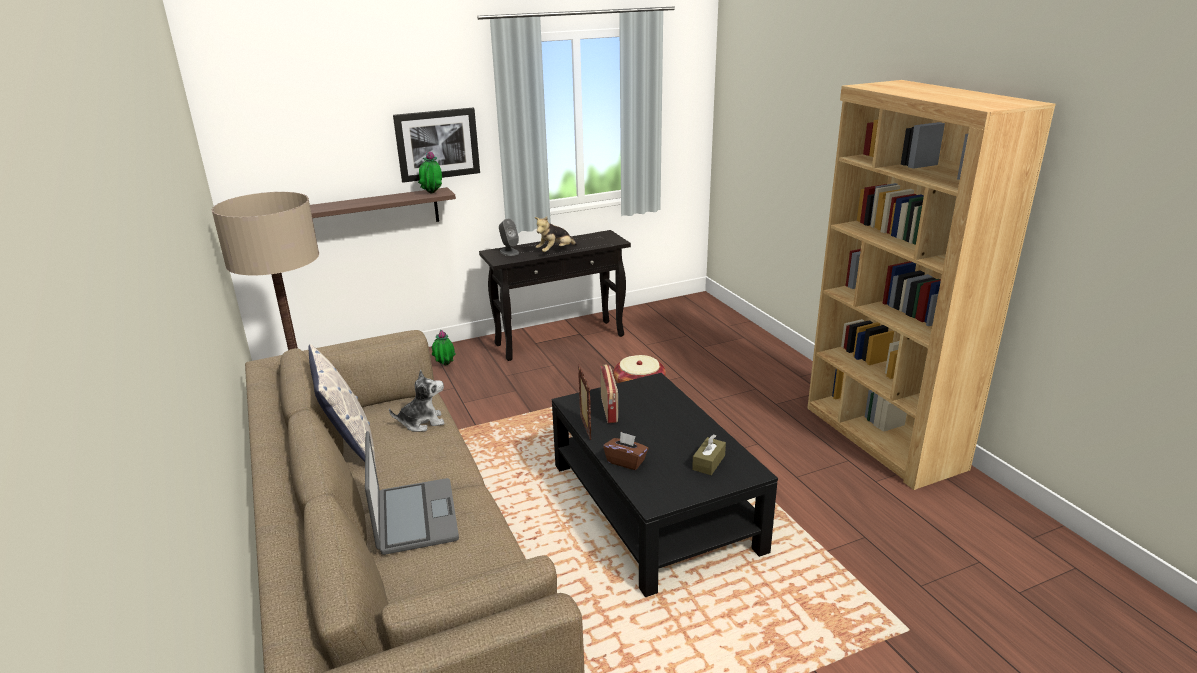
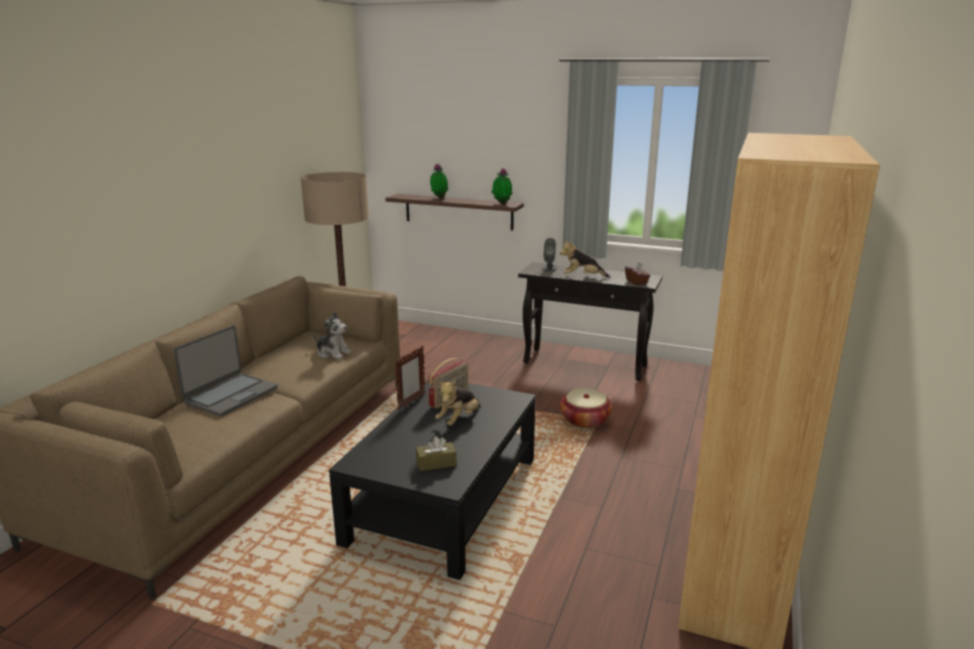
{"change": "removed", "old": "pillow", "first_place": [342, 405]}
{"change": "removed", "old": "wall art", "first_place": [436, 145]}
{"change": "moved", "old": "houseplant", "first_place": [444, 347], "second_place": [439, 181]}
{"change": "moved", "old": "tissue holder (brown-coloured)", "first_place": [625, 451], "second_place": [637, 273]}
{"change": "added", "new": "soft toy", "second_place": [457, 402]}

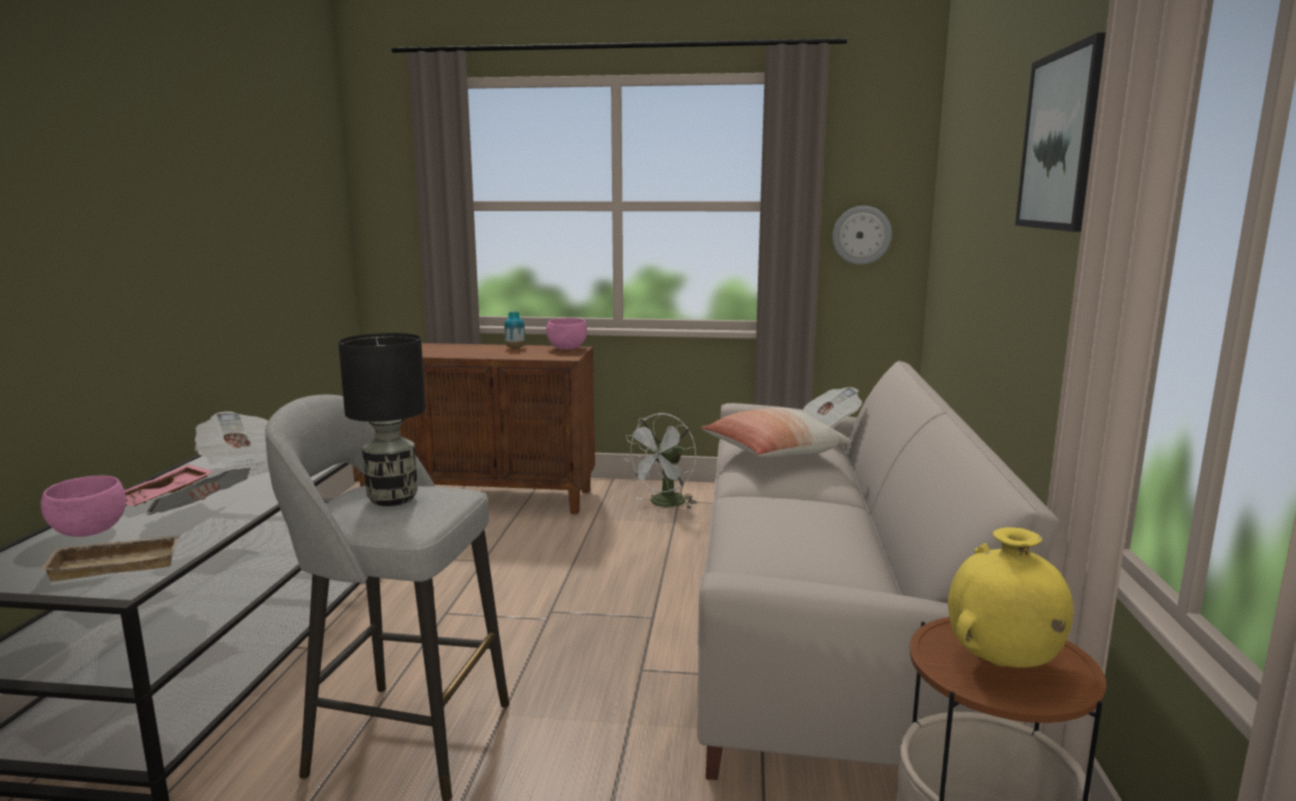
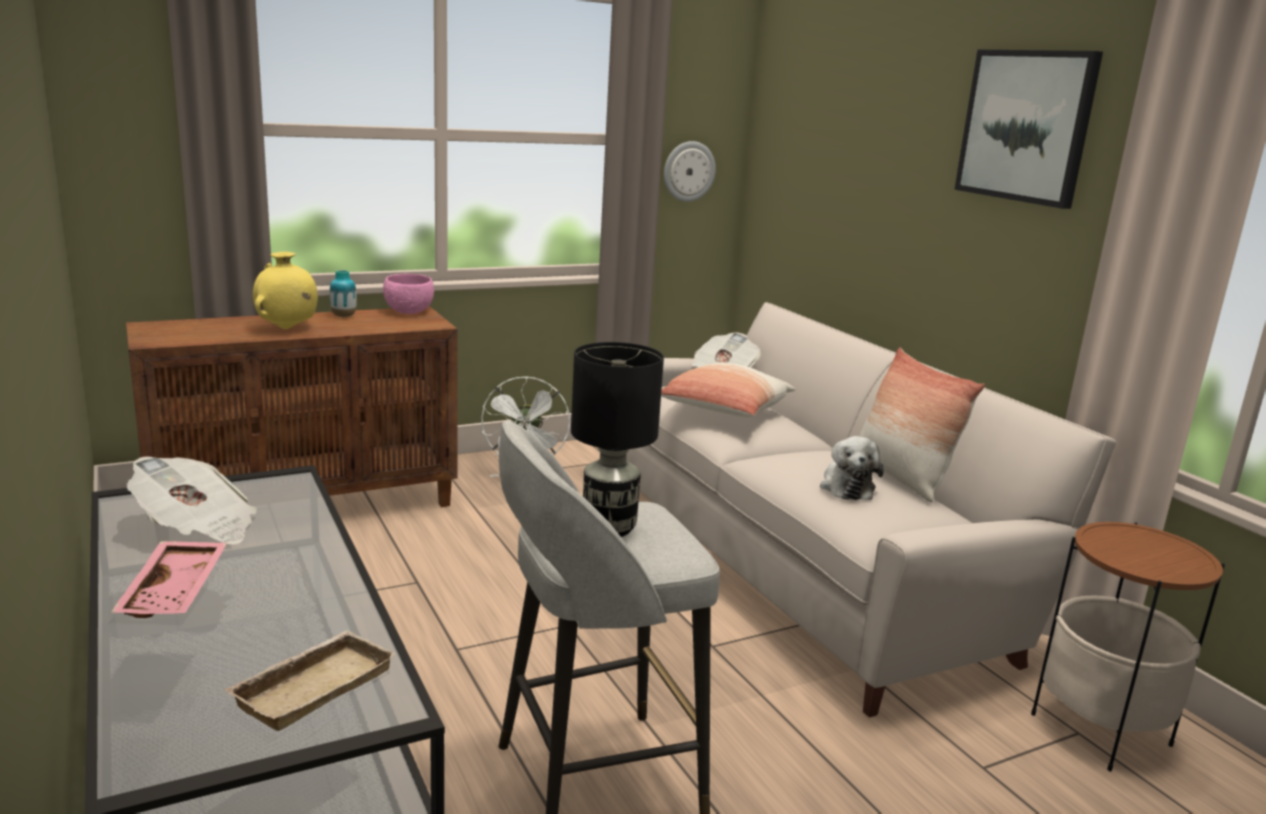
{"change": "removed", "old": "serving bowl (pinkish)", "first_place": [83, 506]}
{"change": "removed", "old": "newspaper", "first_place": [199, 491]}
{"change": "moved", "old": "vase (yellow-coloured)", "first_place": [1010, 597], "second_place": [285, 290]}
{"change": "added", "new": "soft toy", "second_place": [852, 468]}
{"change": "added", "new": "pillow", "second_place": [922, 424]}

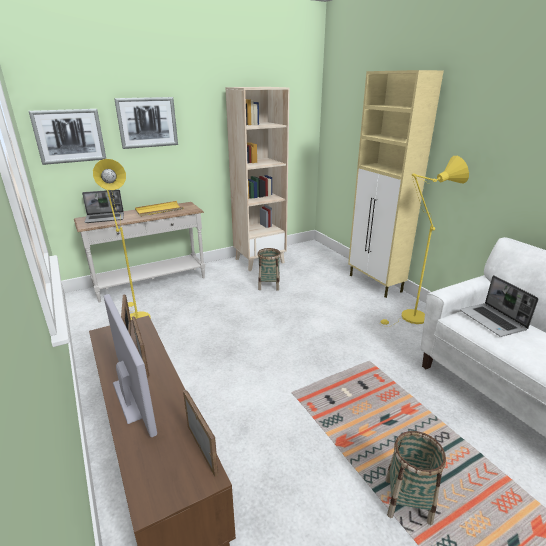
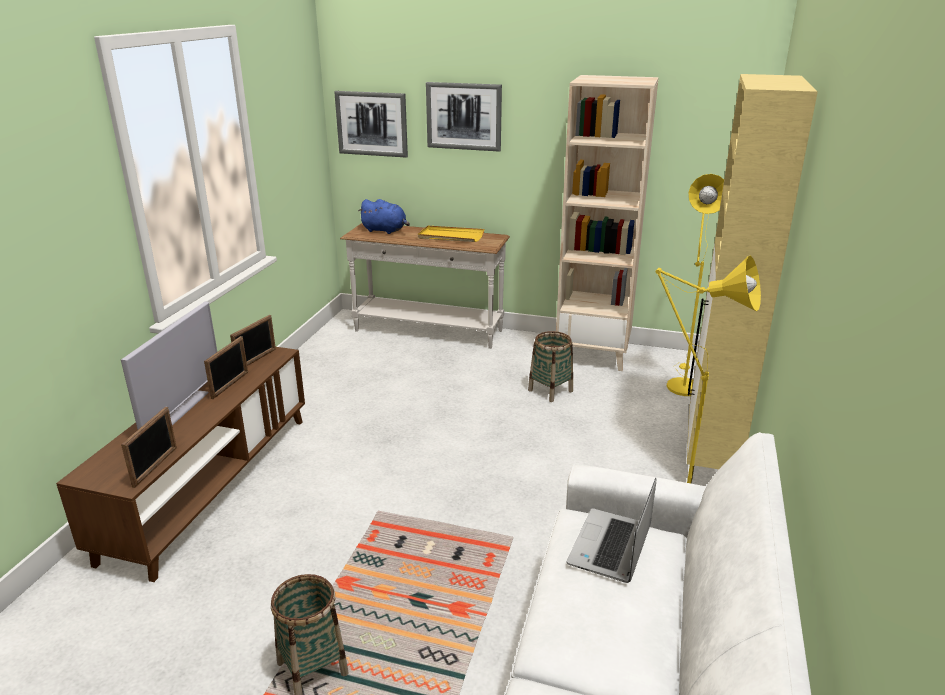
{"change": "replaced", "old": "laptop", "new": "soft toy (blue-coloured)", "first_place": [103, 206], "second_place": [384, 216]}
{"change": "moved", "old": "standing lamp (yellow-coloured)", "first_place": [122, 239], "second_place": [695, 285]}

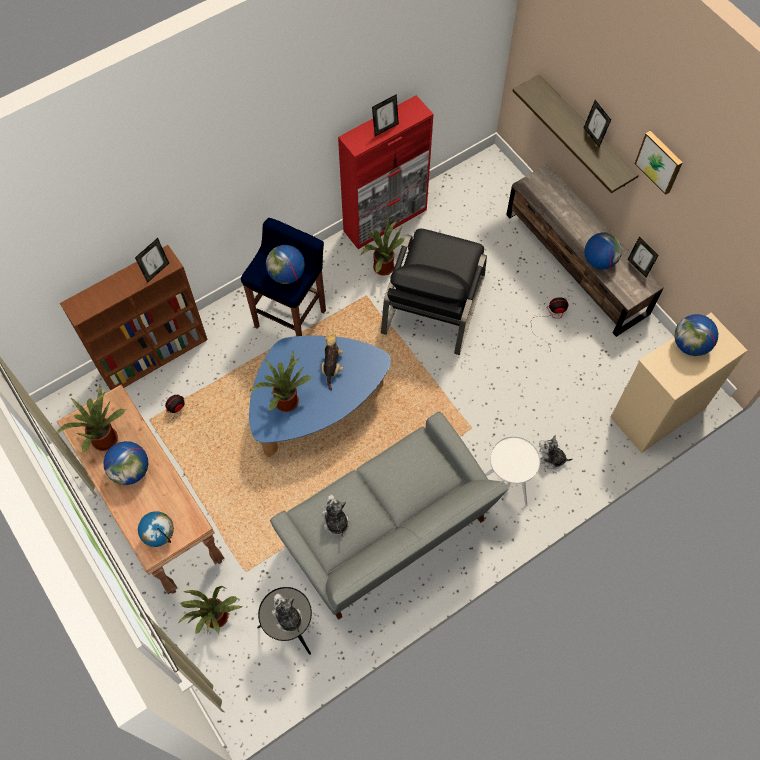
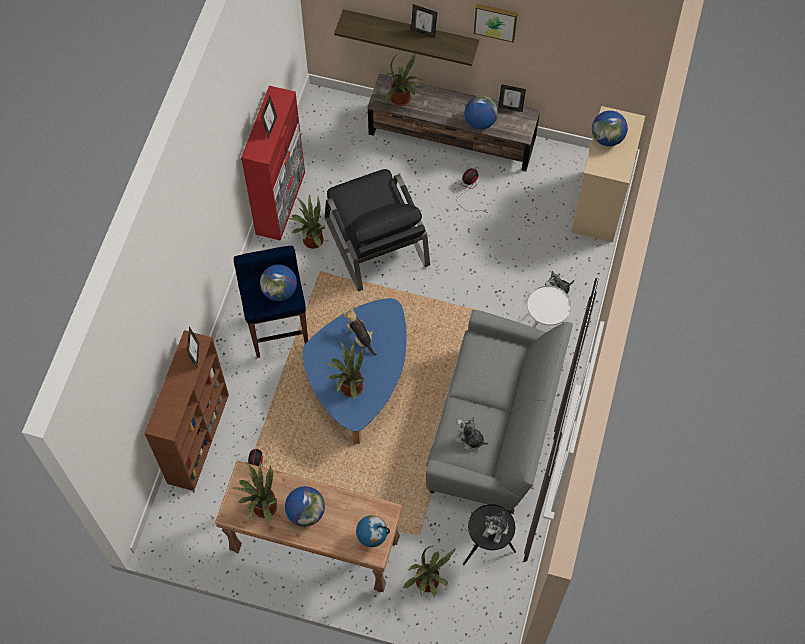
{"change": "turned", "old": "soft toy", "first_place": [287, 613], "second_place": [495, 525], "degrees": -75}
{"change": "added", "new": "houseplant", "second_place": [404, 79]}

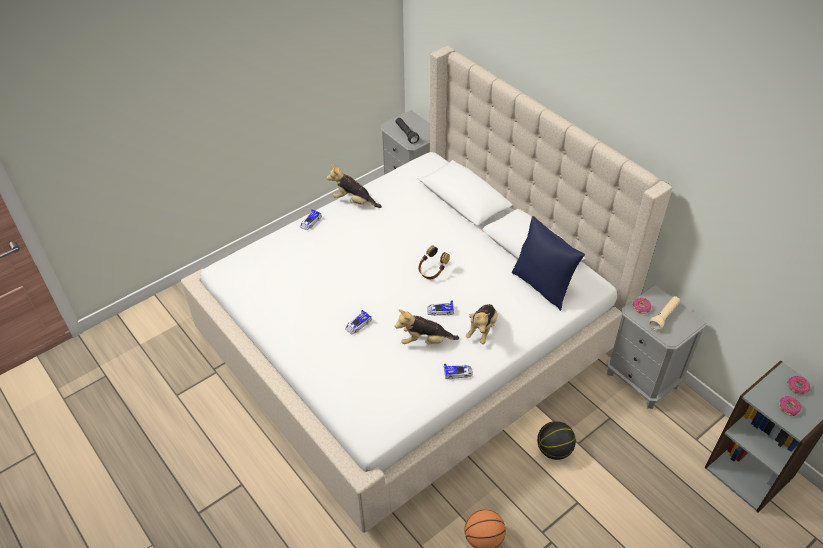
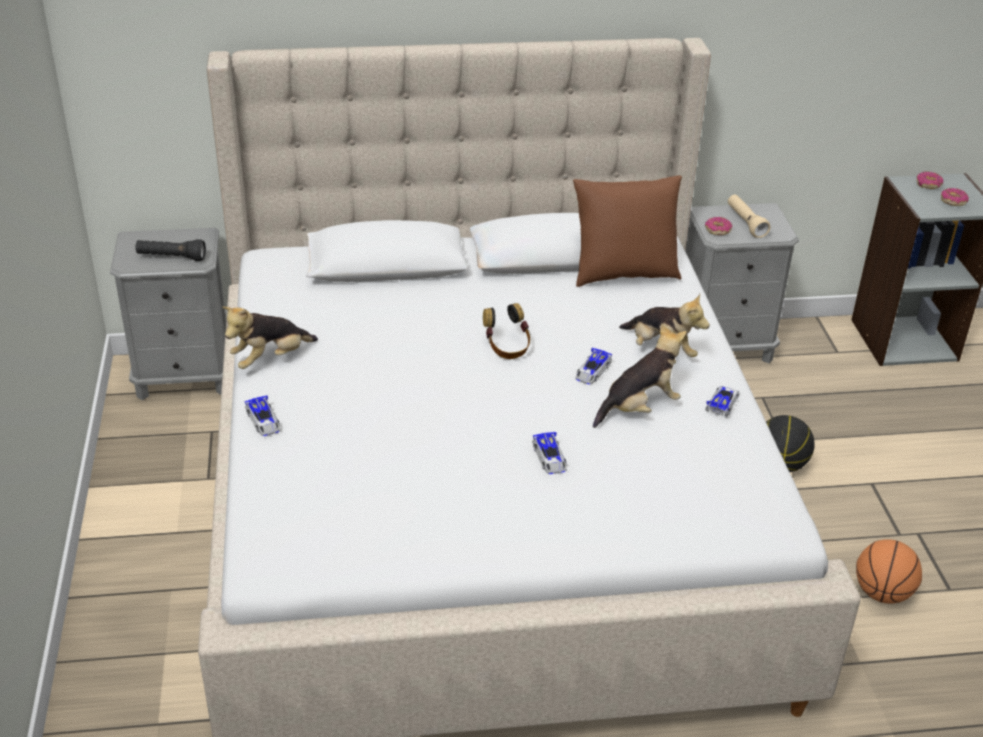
{"change": "turned", "old": "soft toy", "first_place": [427, 326], "second_place": [639, 375], "degrees": -150}
{"change": "recoloured", "old": "pillow (blue-coloured)", "new": "pillow (brown-coloured)", "first_place": [548, 263], "second_place": [627, 231]}

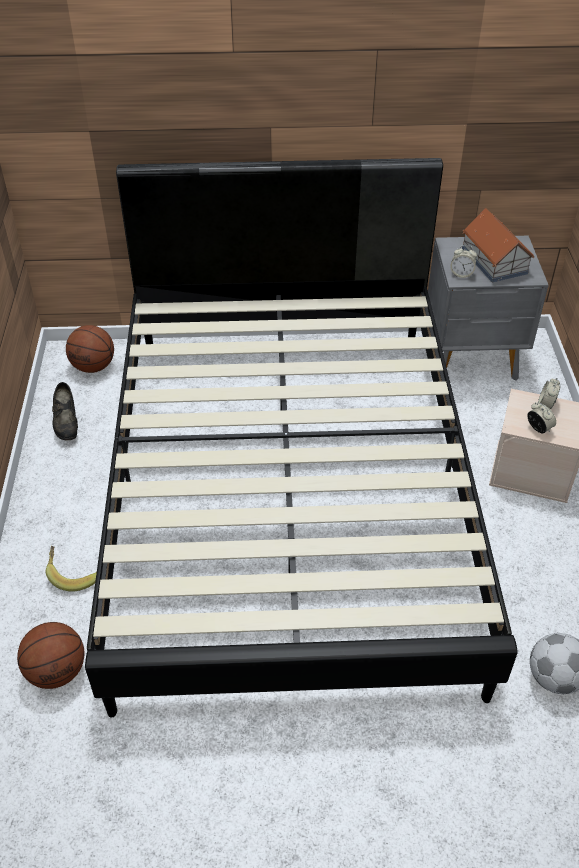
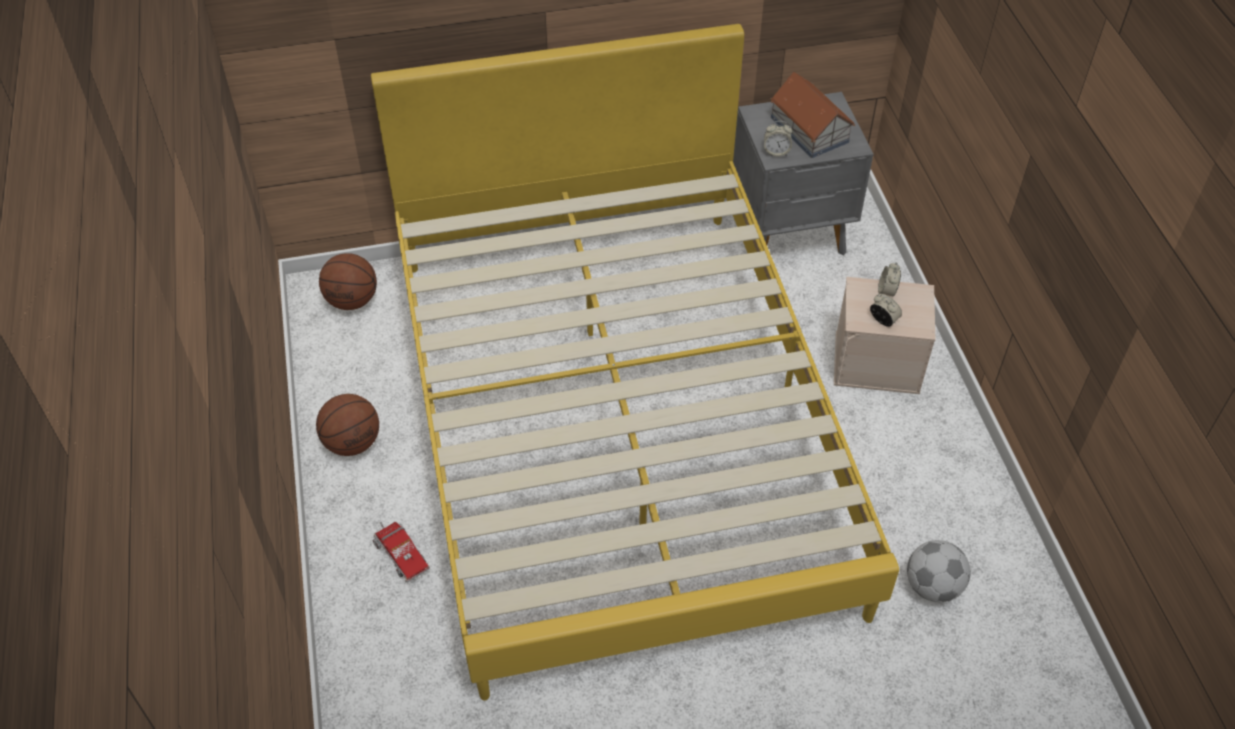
{"change": "moved", "old": "ball for basketball", "first_place": [50, 655], "second_place": [347, 425]}
{"change": "replaced", "old": "whole banana", "new": "toy truck", "first_place": [71, 569], "second_place": [401, 552]}
{"change": "removed", "old": "shoe (blackish)", "first_place": [65, 411]}
{"change": "recoloured", "old": "bed (blackish)", "new": "bed (yellow-coloured)", "first_place": [301, 438], "second_place": [635, 362]}

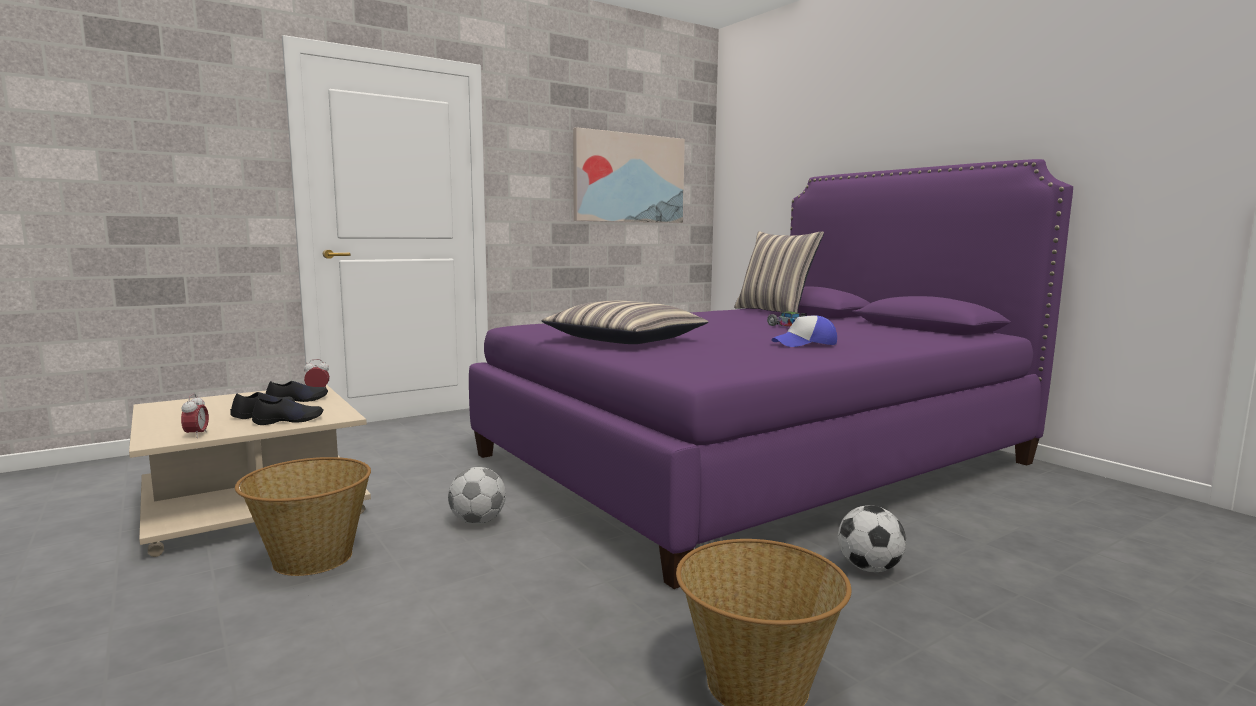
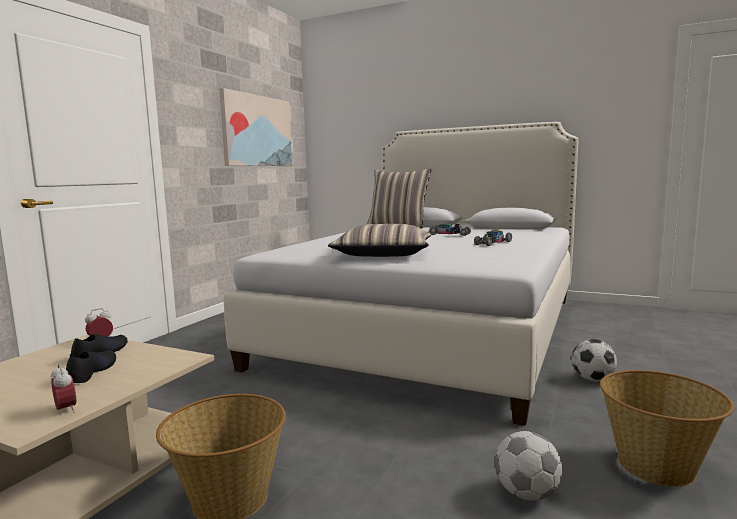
{"change": "removed", "old": "shoe (blackish)", "first_place": [288, 411]}
{"change": "moved", "old": "football", "first_place": [477, 495], "second_place": [528, 466]}
{"change": "recoloured", "old": "bed (purple-coloured)", "new": "bed (white-coloured)", "first_place": [771, 374], "second_place": [401, 274]}
{"change": "replaced", "old": "peaked cap", "new": "toy car", "first_place": [804, 331], "second_place": [493, 238]}

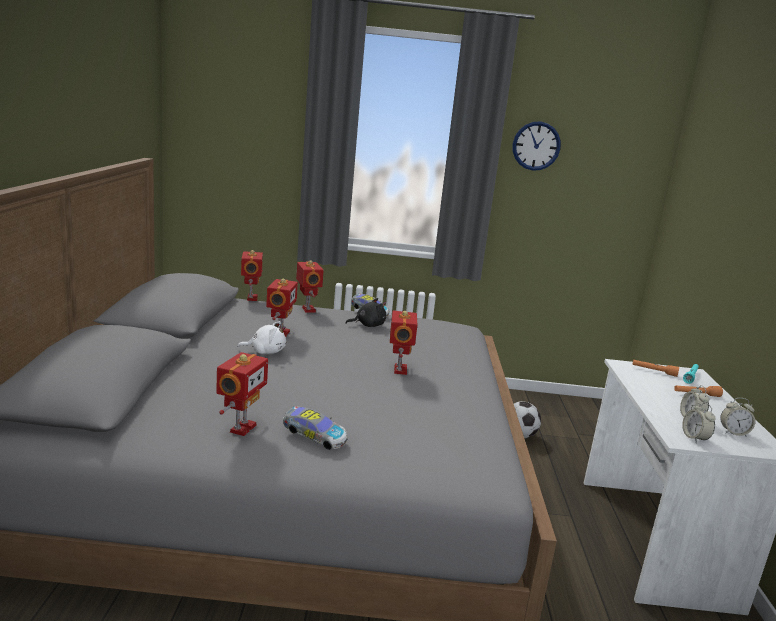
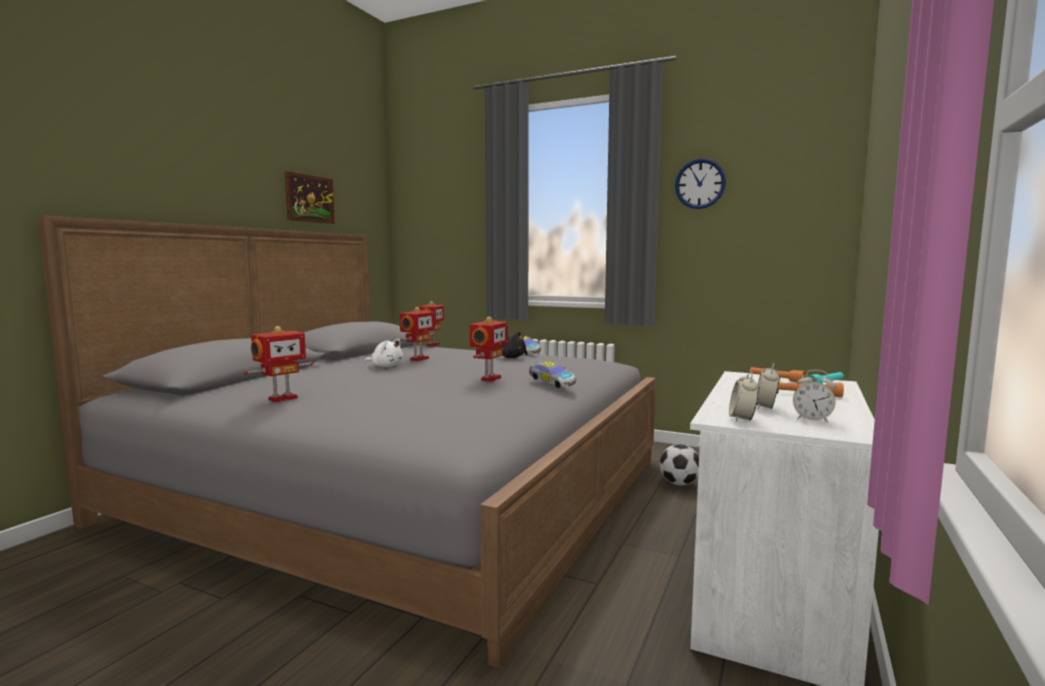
{"change": "moved", "old": "toy car", "first_place": [315, 428], "second_place": [552, 374]}
{"change": "removed", "old": "model robot", "first_place": [310, 286]}
{"change": "added", "new": "wall art", "second_place": [310, 197]}

